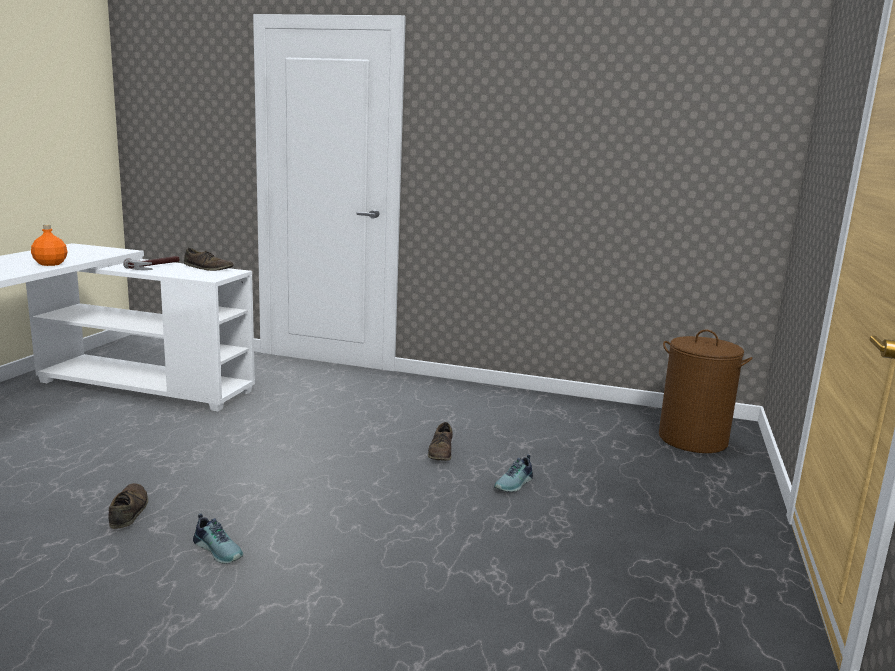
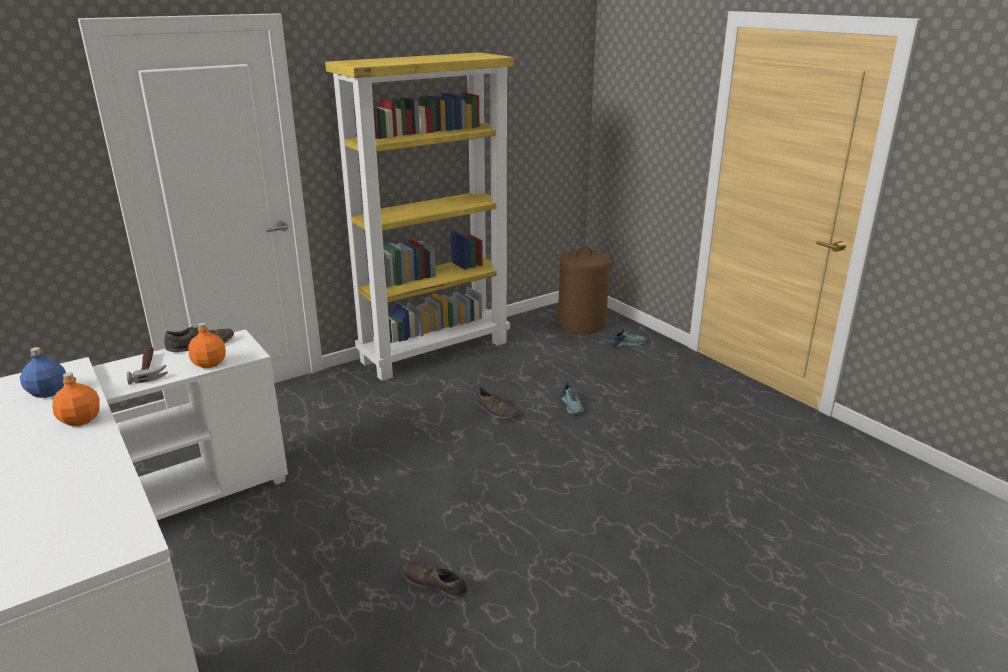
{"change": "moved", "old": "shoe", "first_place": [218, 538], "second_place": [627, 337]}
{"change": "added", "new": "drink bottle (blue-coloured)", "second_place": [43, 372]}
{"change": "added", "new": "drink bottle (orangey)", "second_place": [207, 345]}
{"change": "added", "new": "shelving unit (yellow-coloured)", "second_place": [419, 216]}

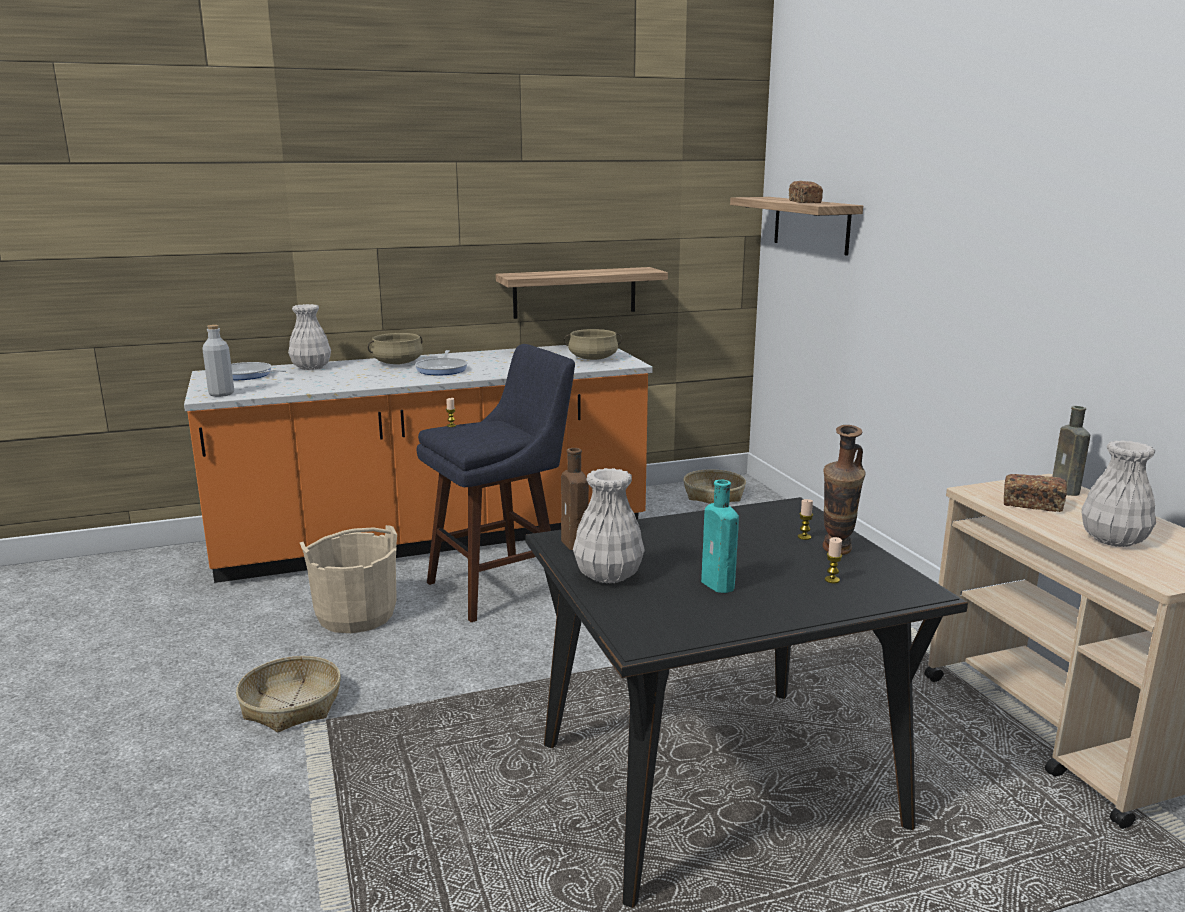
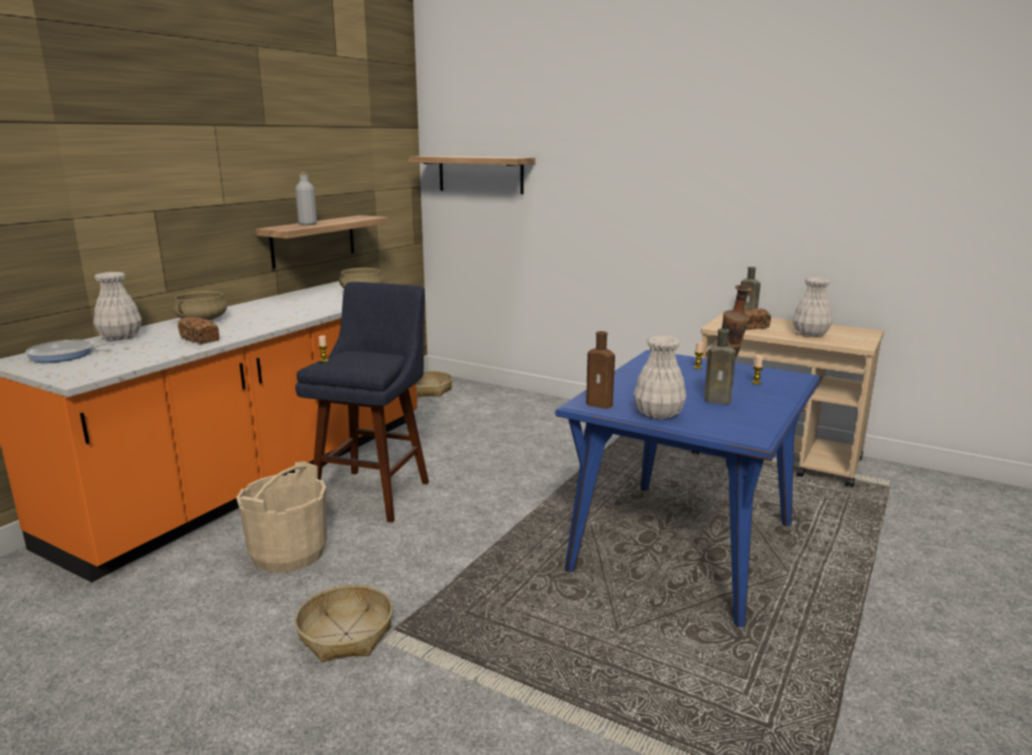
{"change": "moved", "old": "drink bottle (gray)", "first_place": [218, 361], "second_place": [306, 198]}
{"change": "removed", "old": "skillet", "first_place": [441, 363]}
{"change": "recoloured", "old": "kitchen table (blackish)", "new": "kitchen table (blue-coloured)", "first_place": [746, 702], "second_place": [688, 488]}
{"change": "recoloured", "old": "drink bottle (turquoise)", "new": "drink bottle (brown-coloured)", "first_place": [720, 536], "second_place": [720, 367]}
{"change": "moved", "old": "bakery bread", "first_place": [806, 192], "second_place": [198, 330]}

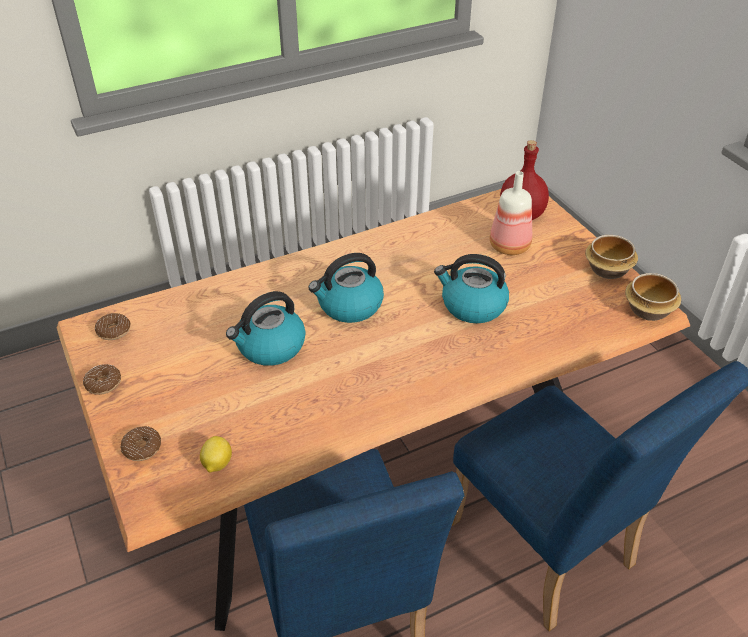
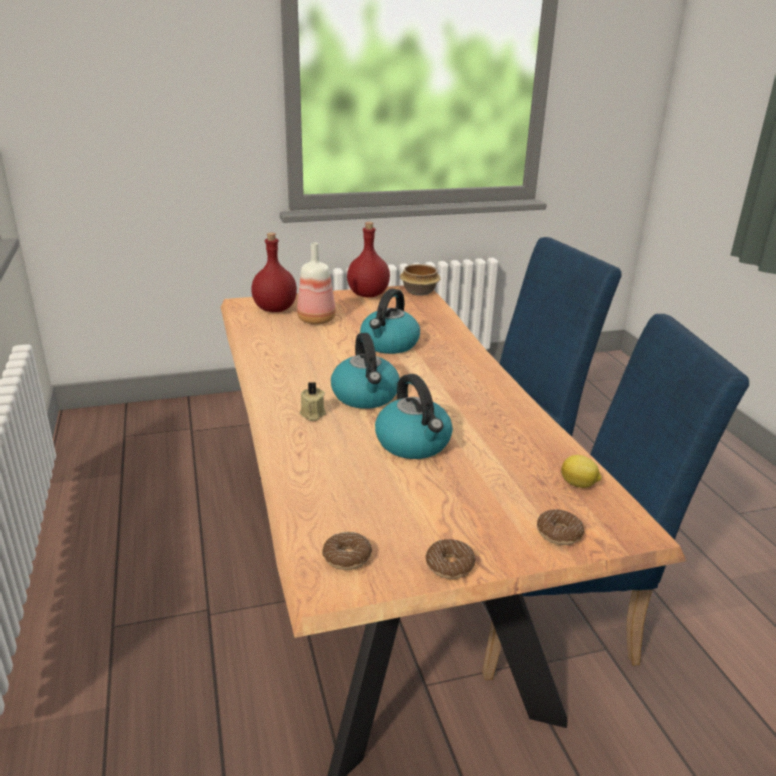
{"change": "replaced", "old": "serving bowl", "new": "drink bottle (red)", "first_place": [611, 257], "second_place": [368, 260]}
{"change": "added", "new": "candle (beige)", "second_place": [313, 401]}

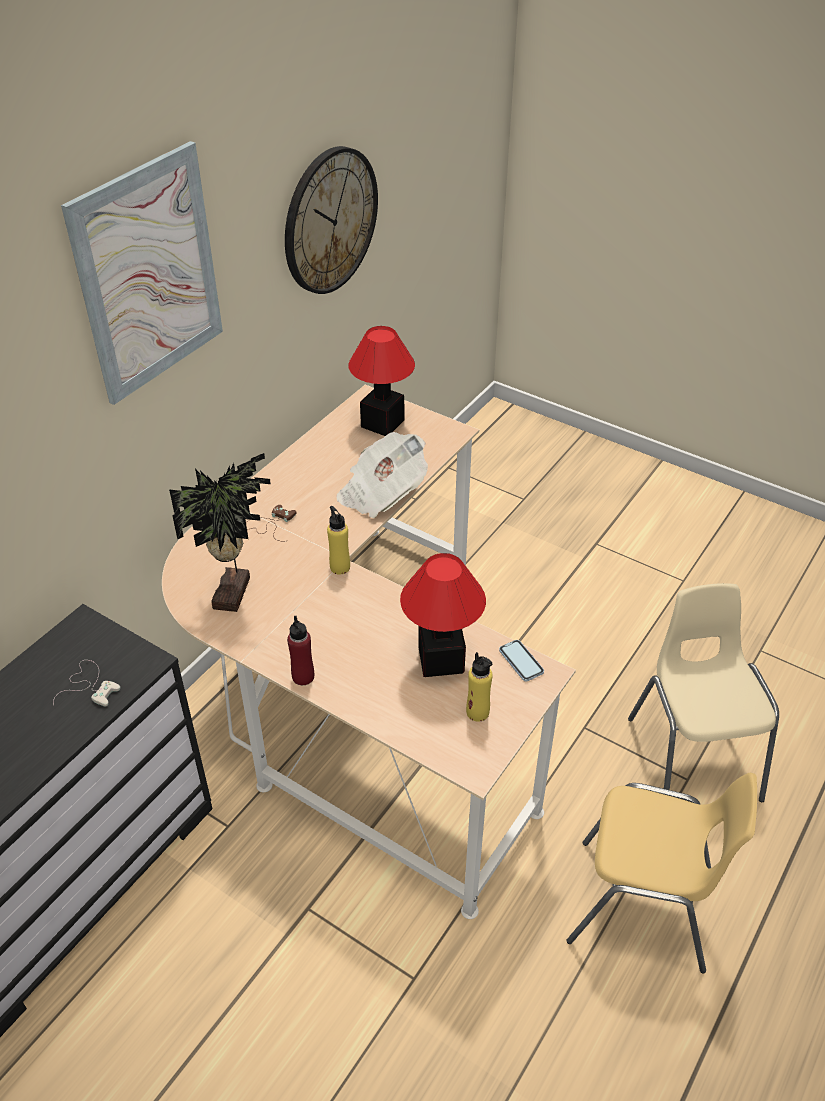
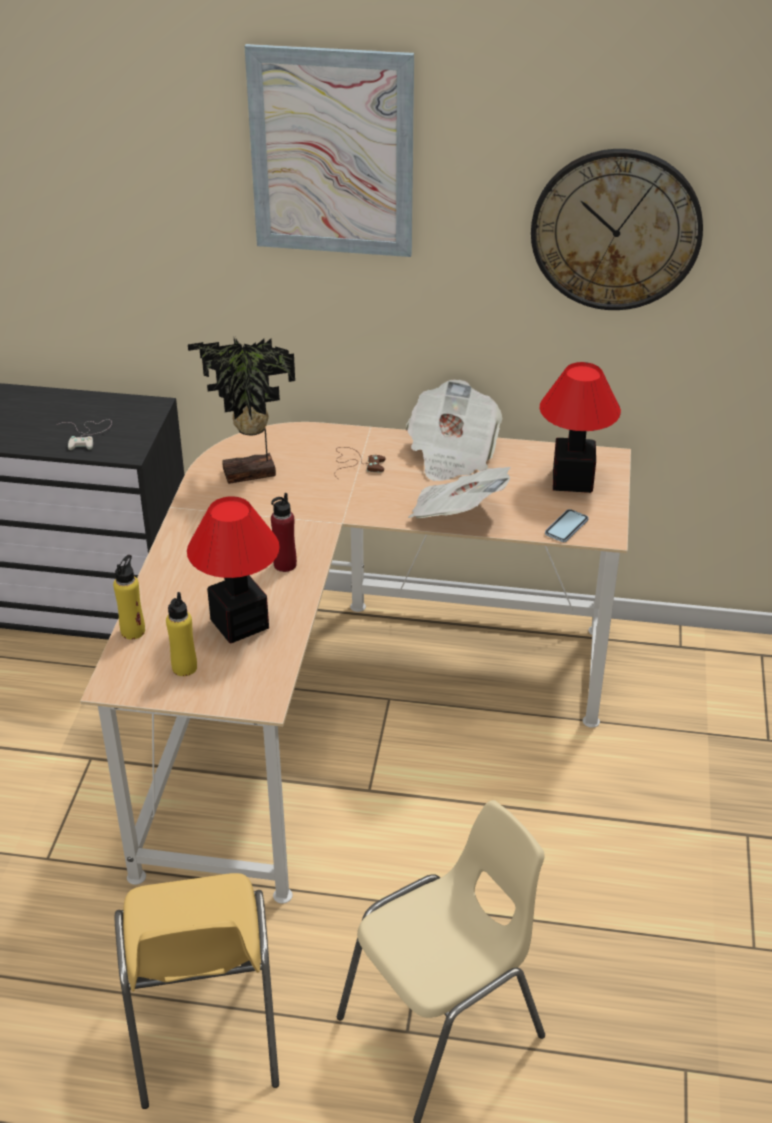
{"change": "moved", "old": "drink bottle (red)", "first_place": [300, 650], "second_place": [284, 532]}
{"change": "moved", "old": "drink bottle (yellow-coloured)", "first_place": [338, 540], "second_place": [129, 597]}
{"change": "moved", "old": "telephone", "first_place": [521, 660], "second_place": [567, 525]}
{"change": "added", "new": "newspaper", "second_place": [454, 430]}

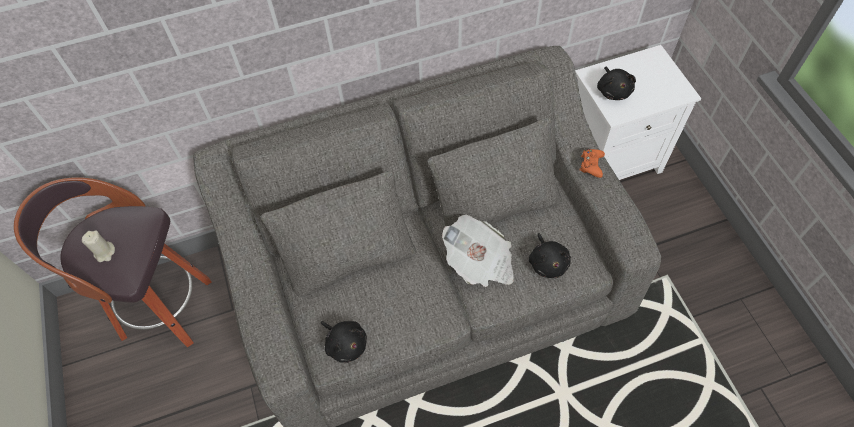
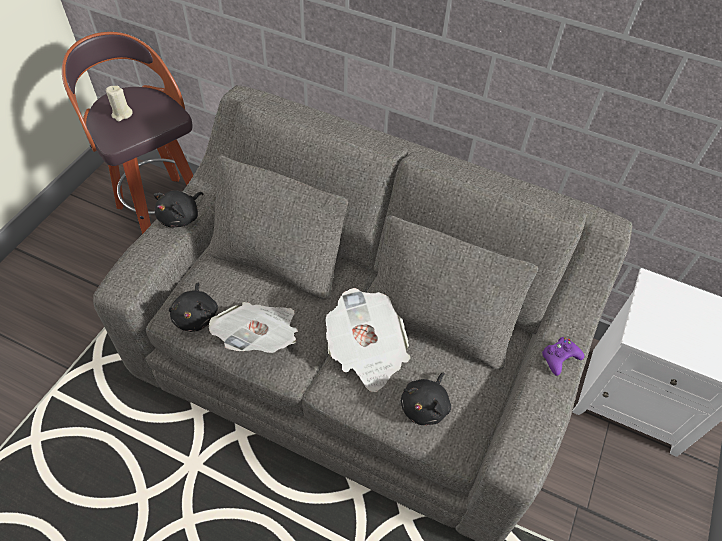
{"change": "recoloured", "old": "gamepad (orangey)", "new": "gamepad (purple-coloured)", "first_place": [592, 163], "second_place": [563, 356]}
{"change": "moved", "old": "soft toy (blackish)", "first_place": [616, 83], "second_place": [178, 208]}
{"change": "added", "new": "newspaper", "second_place": [253, 327]}

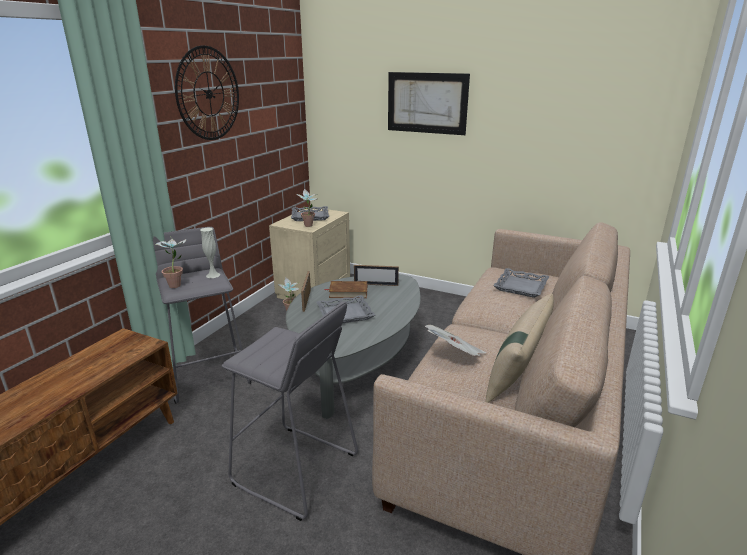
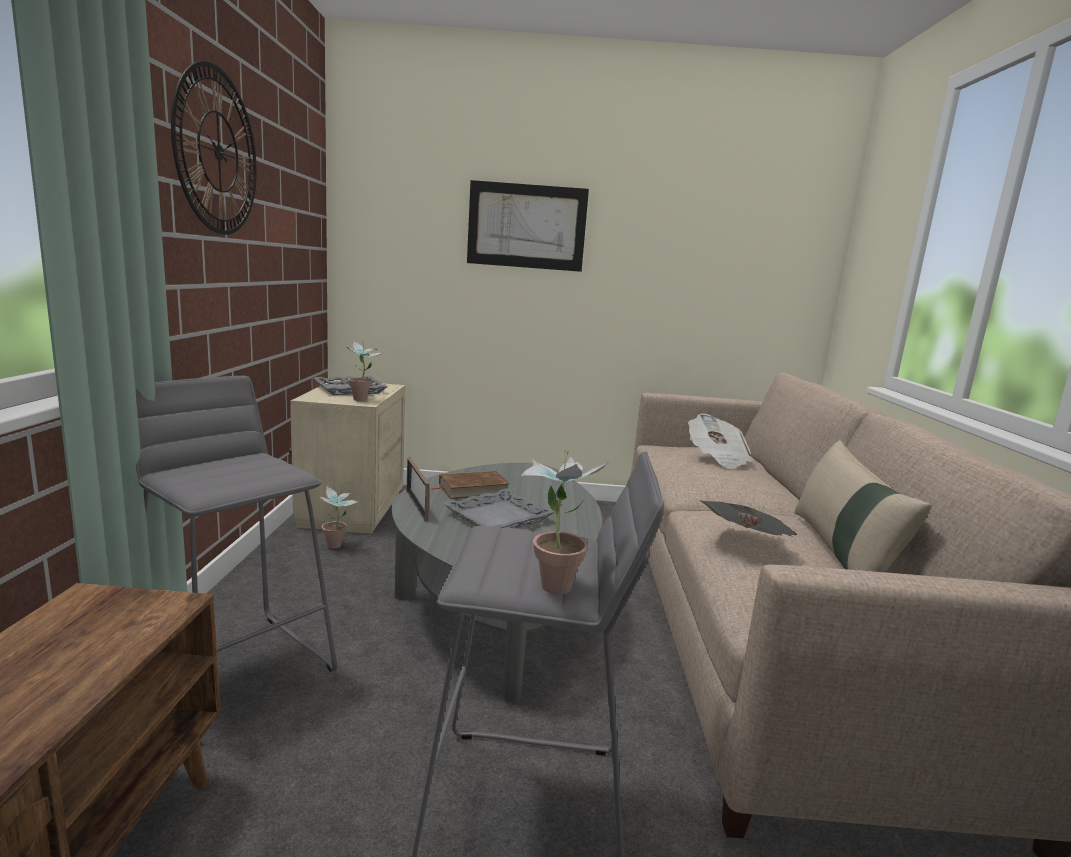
{"change": "moved", "old": "houseplant", "first_place": [170, 262], "second_place": [565, 522]}
{"change": "removed", "old": "vase (white-coloured)", "first_place": [210, 253]}
{"change": "removed", "old": "picture frame", "first_place": [376, 275]}
{"change": "replaced", "old": "carrying tray (gray)", "new": "newspaper", "first_place": [521, 283], "second_place": [720, 441]}

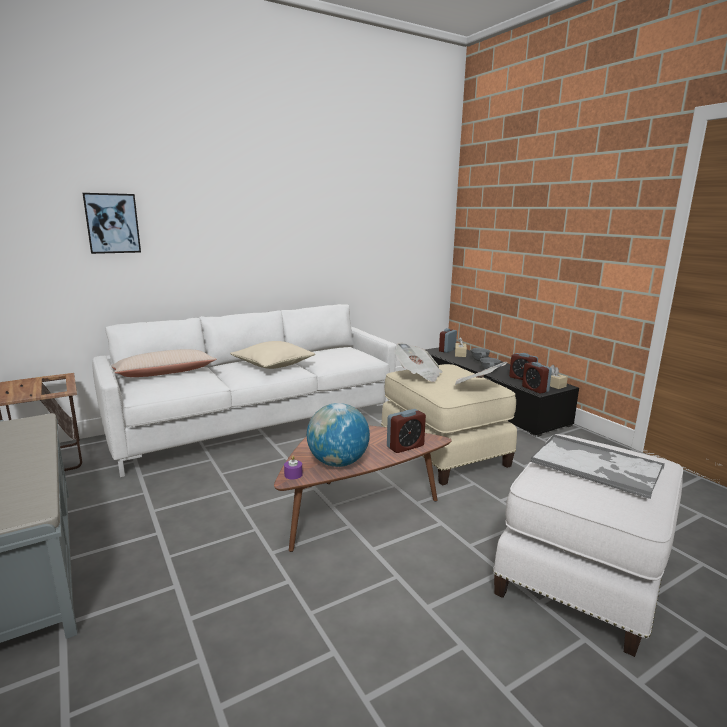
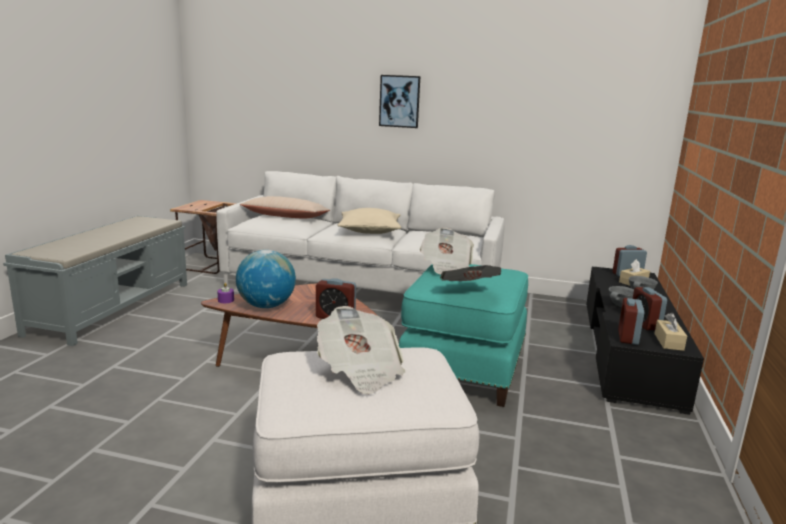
{"change": "moved", "old": "wall art", "first_place": [112, 223], "second_place": [399, 101]}
{"change": "recoloured", "old": "pouffe (beige)", "new": "pouffe (turquoise)", "first_place": [449, 425], "second_place": [463, 335]}
{"change": "replaced", "old": "carrying tray", "new": "newspaper", "first_place": [598, 466], "second_place": [361, 350]}

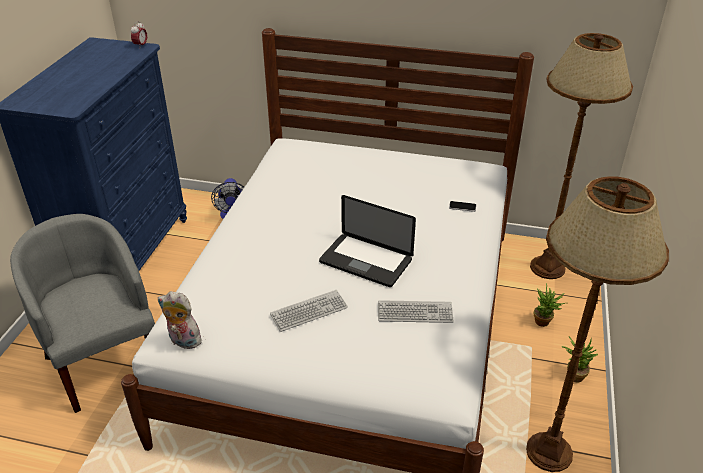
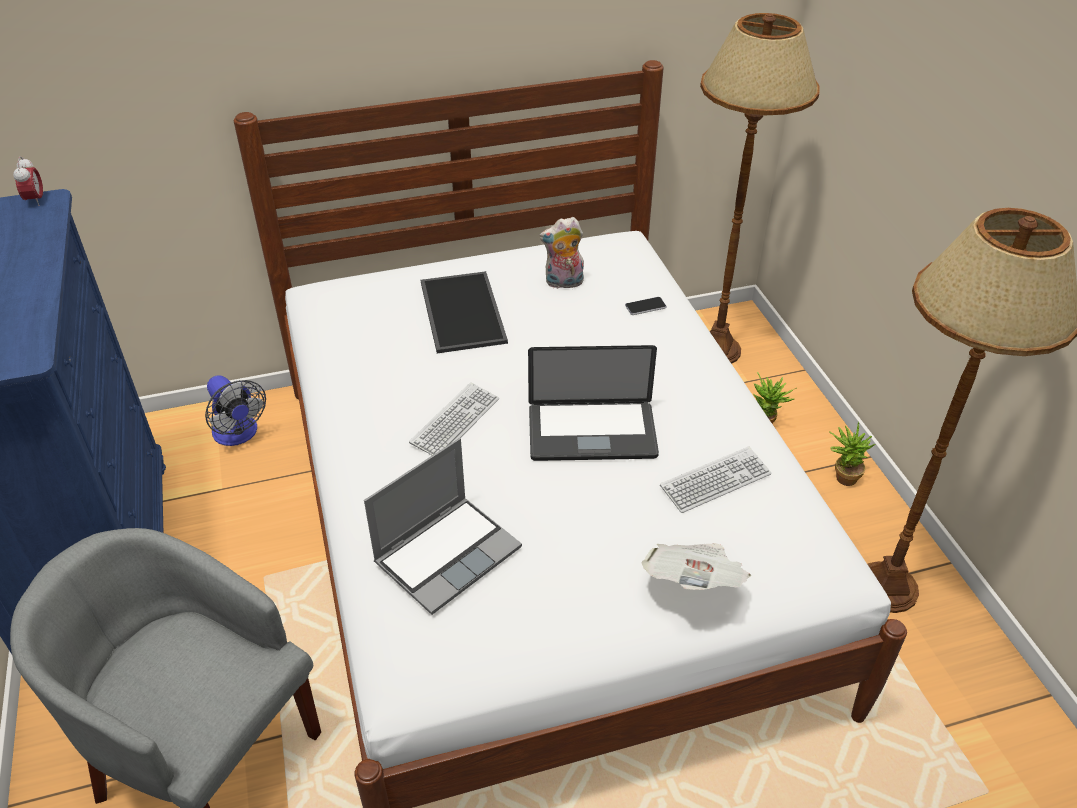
{"change": "moved", "old": "soft toy", "first_place": [179, 321], "second_place": [561, 253]}
{"change": "moved", "old": "computer keyboard", "first_place": [309, 311], "second_place": [454, 418]}
{"change": "added", "new": "laptop", "second_place": [443, 526]}
{"change": "added", "new": "carrying tray", "second_place": [464, 312]}
{"change": "added", "new": "newspaper", "second_place": [696, 566]}

